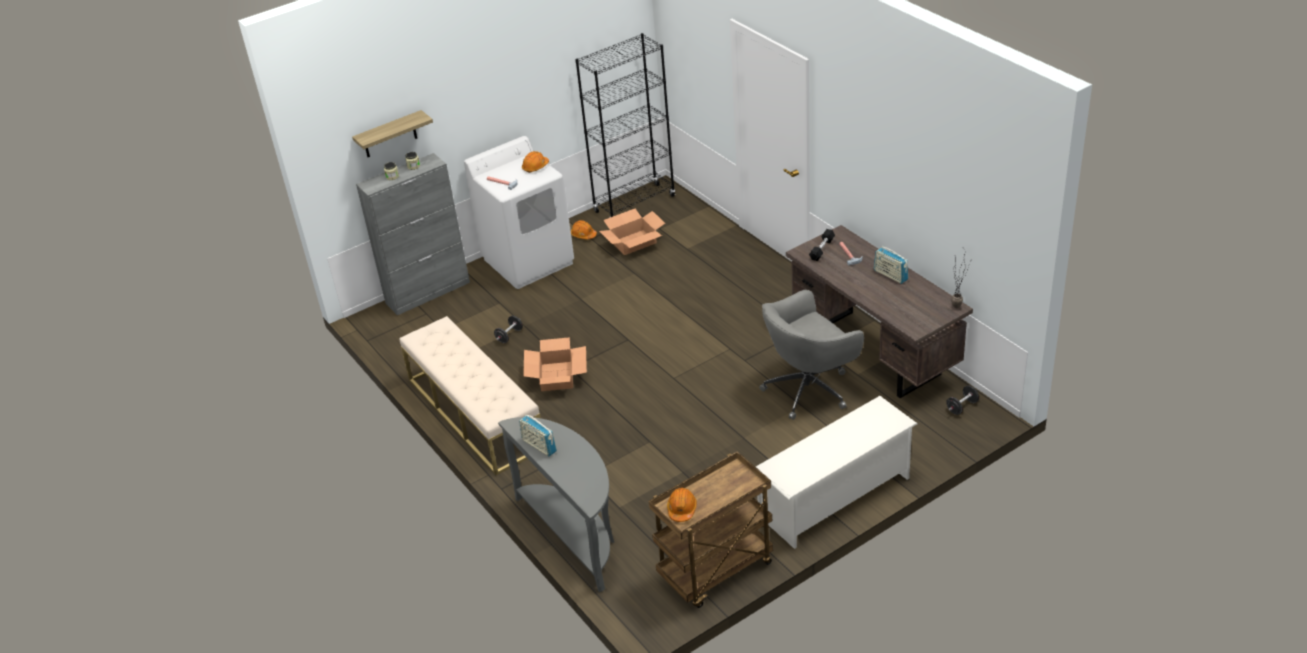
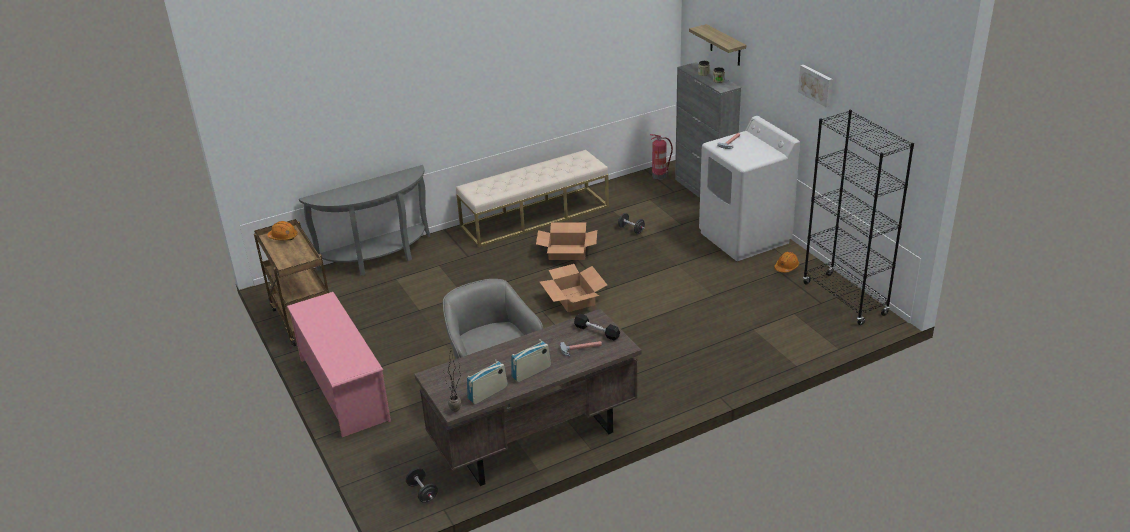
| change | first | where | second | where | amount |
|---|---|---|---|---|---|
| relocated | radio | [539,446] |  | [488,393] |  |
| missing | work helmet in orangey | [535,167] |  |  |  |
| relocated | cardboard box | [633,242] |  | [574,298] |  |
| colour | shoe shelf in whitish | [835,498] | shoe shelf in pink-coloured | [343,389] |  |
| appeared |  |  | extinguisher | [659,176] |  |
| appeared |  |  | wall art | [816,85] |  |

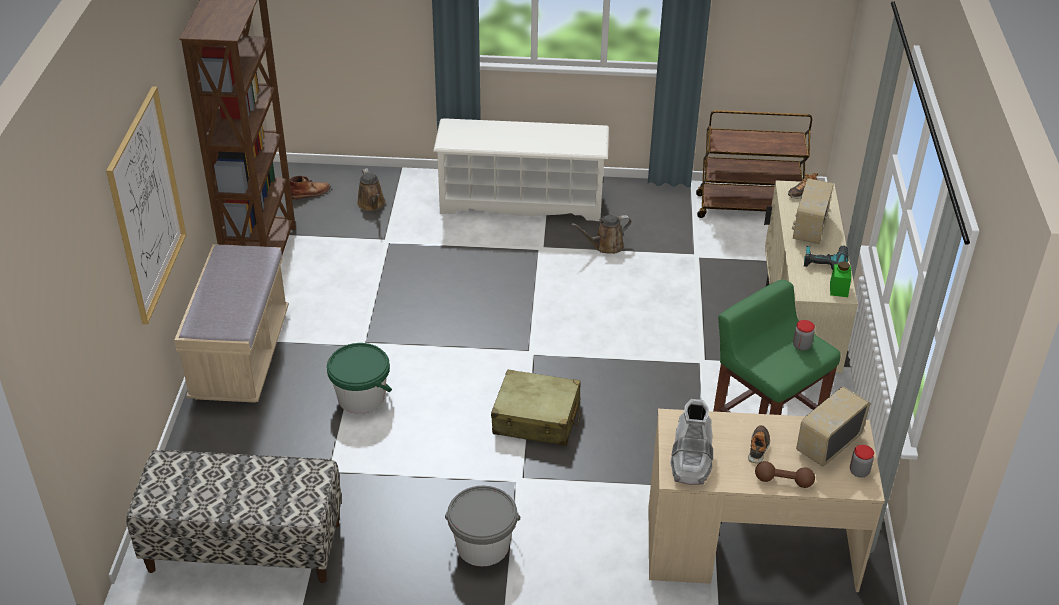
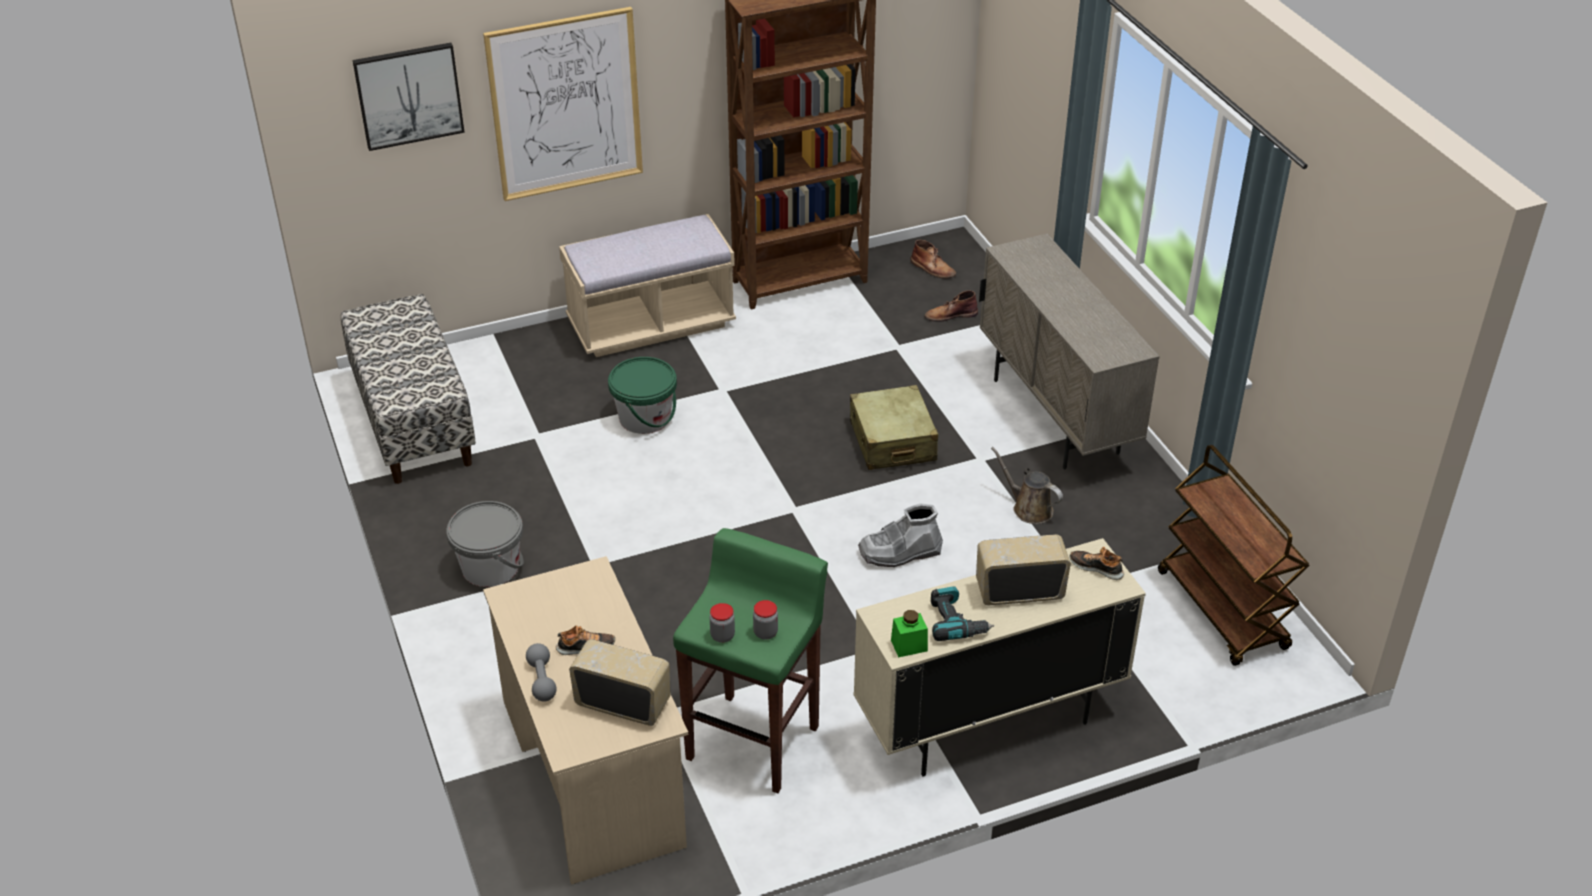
| change | first | where | second | where | amount |
|---|---|---|---|---|---|
| exchanged | watering pot in brown | [372,204] | tall boot in brown | [950,315] |  |
| exchanged | shoe shelf in whitish | [522,201] | cupboard in beige | [1055,417] |  |
| relocated | suitcase in beige | [536,419] |  | [892,441] |  |
| relocated | tall boot in grey | [691,459] |  | [900,552] |  |
| colour | hand weight in brown | [783,481] | hand weight in grey | [542,680] |  |
| relocated | preserve jar | [859,471] |  | [722,636] |  |
| appeared |  |  | wall art | [409,95] |  |

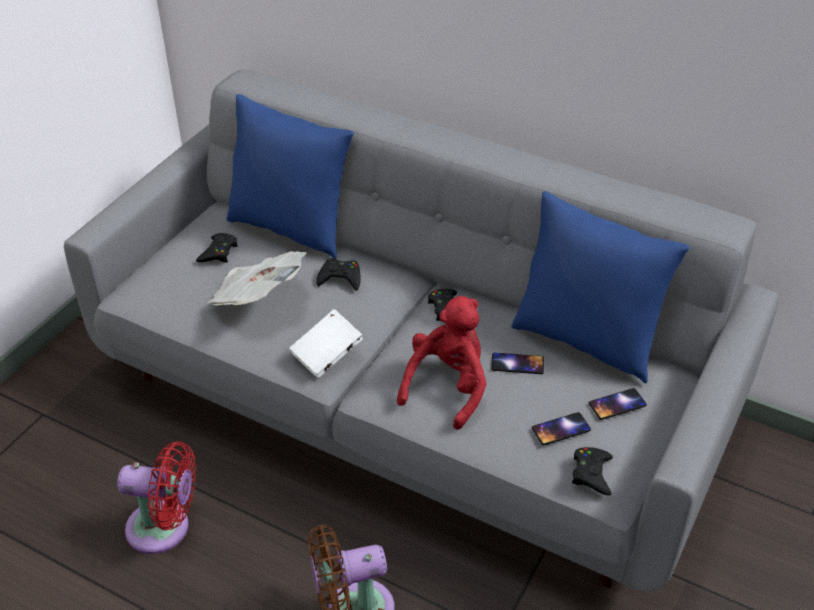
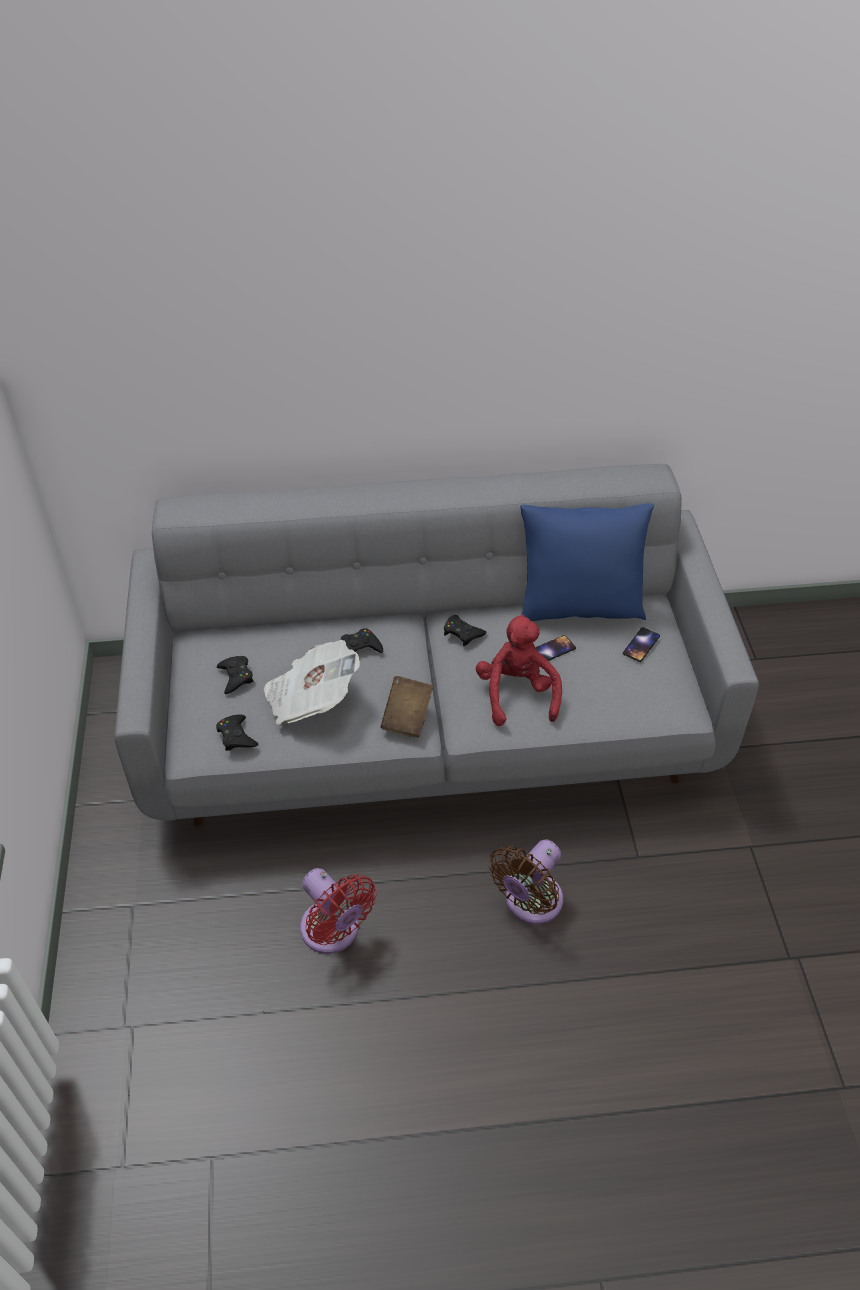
| change | first | where | second | where | amount |
|---|---|---|---|---|---|
| spun | fan in reddish | [164,528] |  | [333,932] | 75 degrees clockwise |
| missing | cushion in bluish | [290,228] |  |  |  |
| colour | book in whitish | [327,355] | book in brown | [407,716] |  |
| missing | phone | [561,429] |  |  |  |
| relocated | game controller in black | [591,473] |  | [236,736] |  |

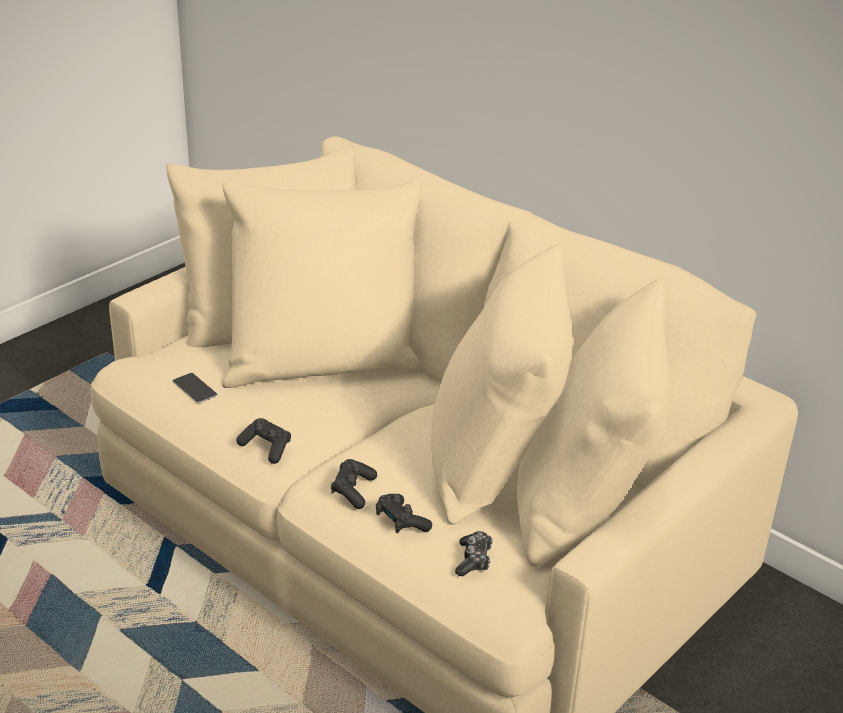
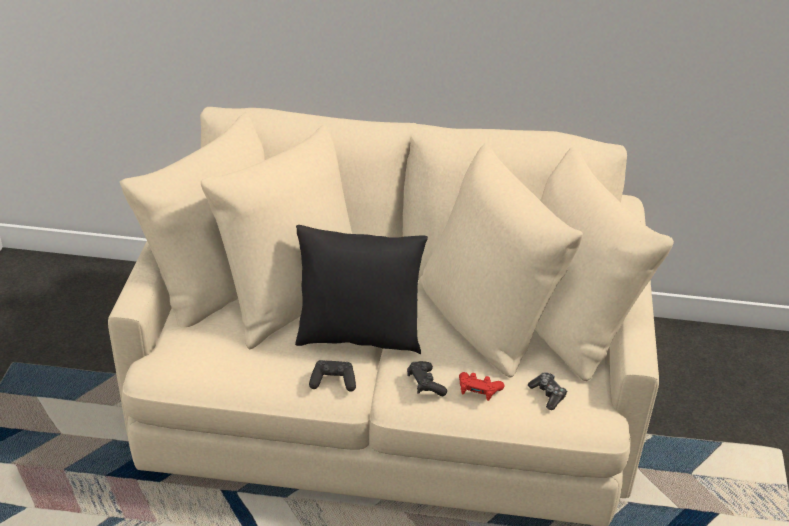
| change | first | where | second | where | amount |
|---|---|---|---|---|---|
| missing | phone | [194,388] |  |  |  |
| colour | game controller in black | [401,522] | game controller in reddish | [478,391] |  |
| appeared |  |  | cushion in black | [358,336] |  |

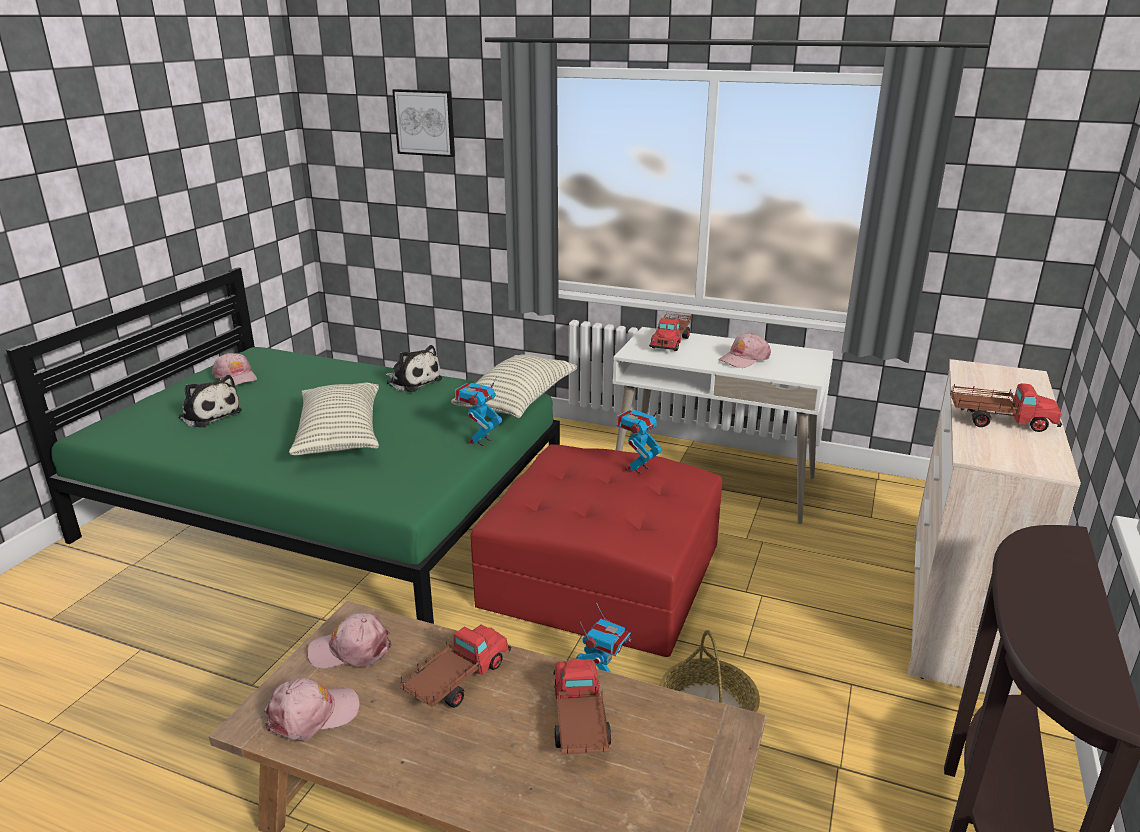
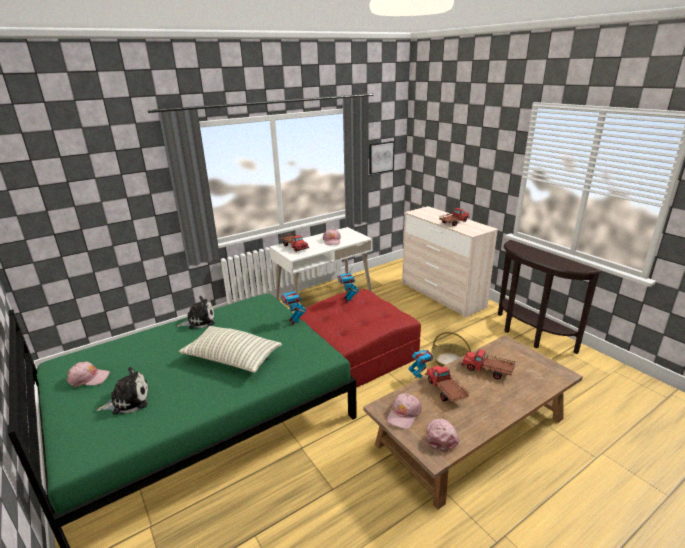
| change | first | where | second | where | amount |
|---|---|---|---|---|---|
| relocated | wall art | [425,122] |  | [380,157] |  |
| missing | cushion | [517,402] |  |  |  |

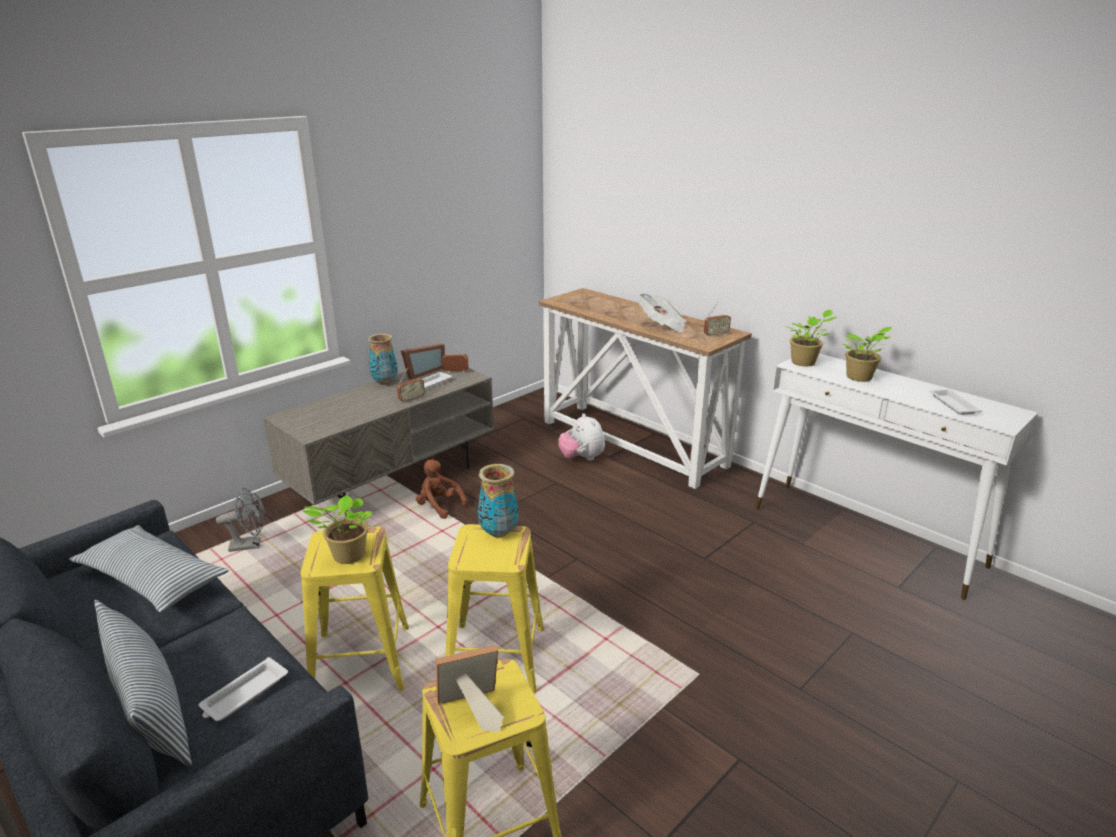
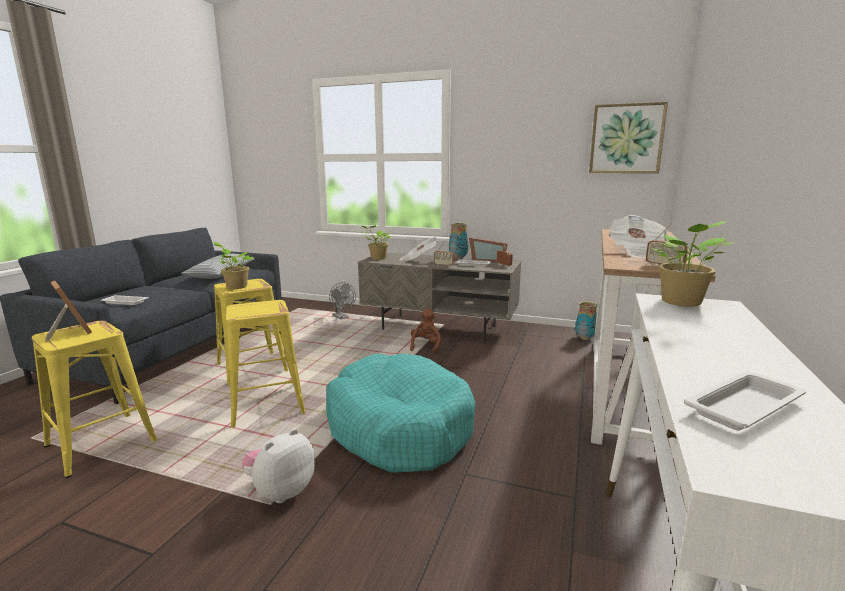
| change | first | where | second | where | amount |
|---|---|---|---|---|---|
| missing | cushion | [151,710] |  |  |  |
| relocated | decorative vase | [498,532] |  | [584,338] |  |
| relocated | cuddly toy | [582,458] |  | [281,491] |  |
| relocated | plant in a pot | [860,378] |  | [377,258] |  |
| appeared |  |  | dog cushion in turquoise-coloured | [399,427] |  |
| appeared |  |  | daily paper | [418,259] |  |
| appeared |  |  | wall art | [626,139] |  |

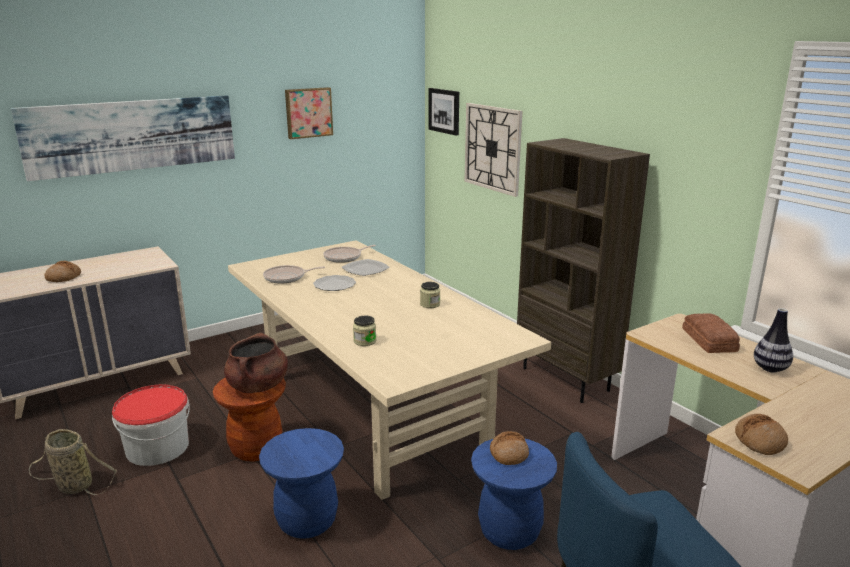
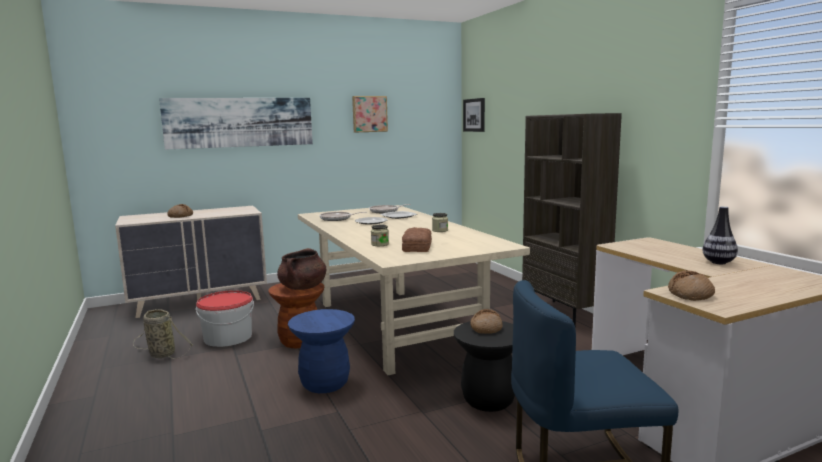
| change | first | where | second | where | amount |
|---|---|---|---|---|---|
| missing | wall clock | [492,148] |  |  |  |
| colour | stool in bluish | [509,531] | stool in black | [488,400] |  |
| relocated | baked bread | [708,340] |  | [416,247] |  |

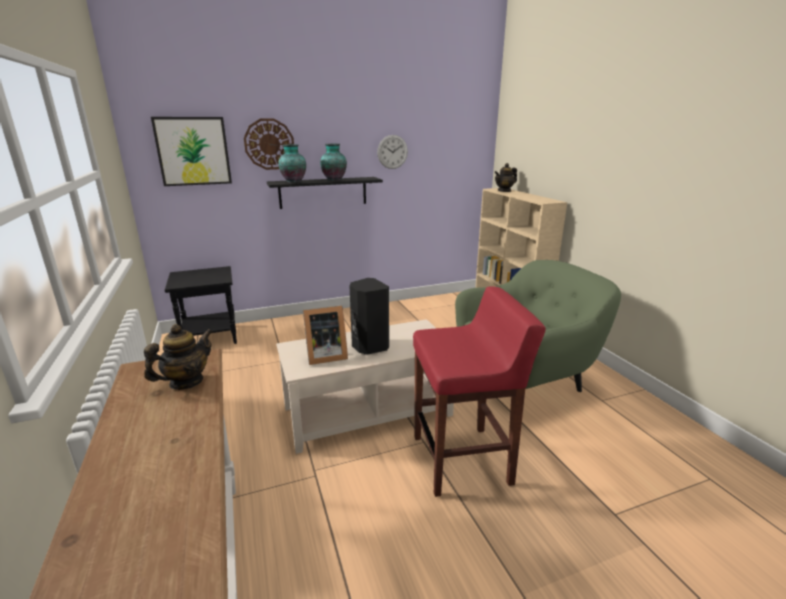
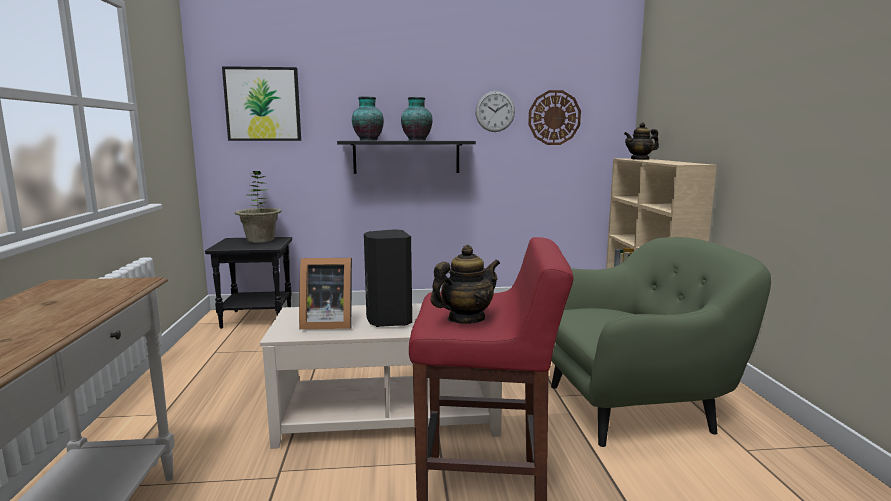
| change | first | where | second | where | amount |
|---|---|---|---|---|---|
| relocated | tea pot | [186,382] |  | [465,319] |  |
| relocated | wall clock | [269,144] |  | [554,117] |  |
| appeared |  |  | plant in a pot | [260,240] |  |

